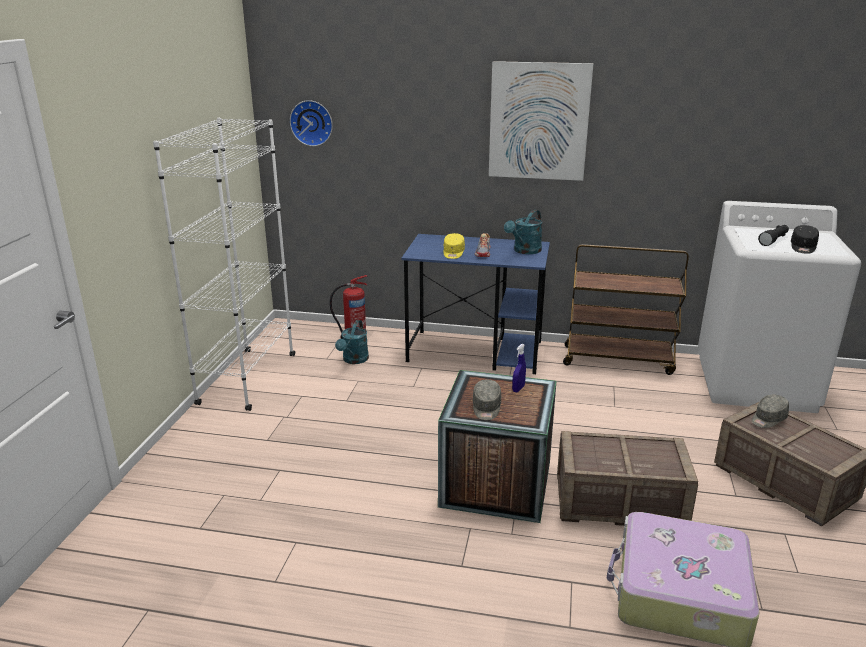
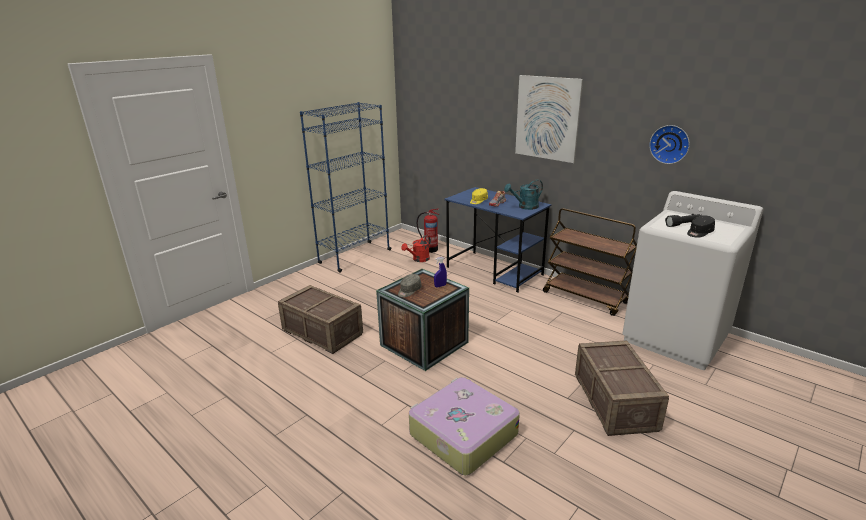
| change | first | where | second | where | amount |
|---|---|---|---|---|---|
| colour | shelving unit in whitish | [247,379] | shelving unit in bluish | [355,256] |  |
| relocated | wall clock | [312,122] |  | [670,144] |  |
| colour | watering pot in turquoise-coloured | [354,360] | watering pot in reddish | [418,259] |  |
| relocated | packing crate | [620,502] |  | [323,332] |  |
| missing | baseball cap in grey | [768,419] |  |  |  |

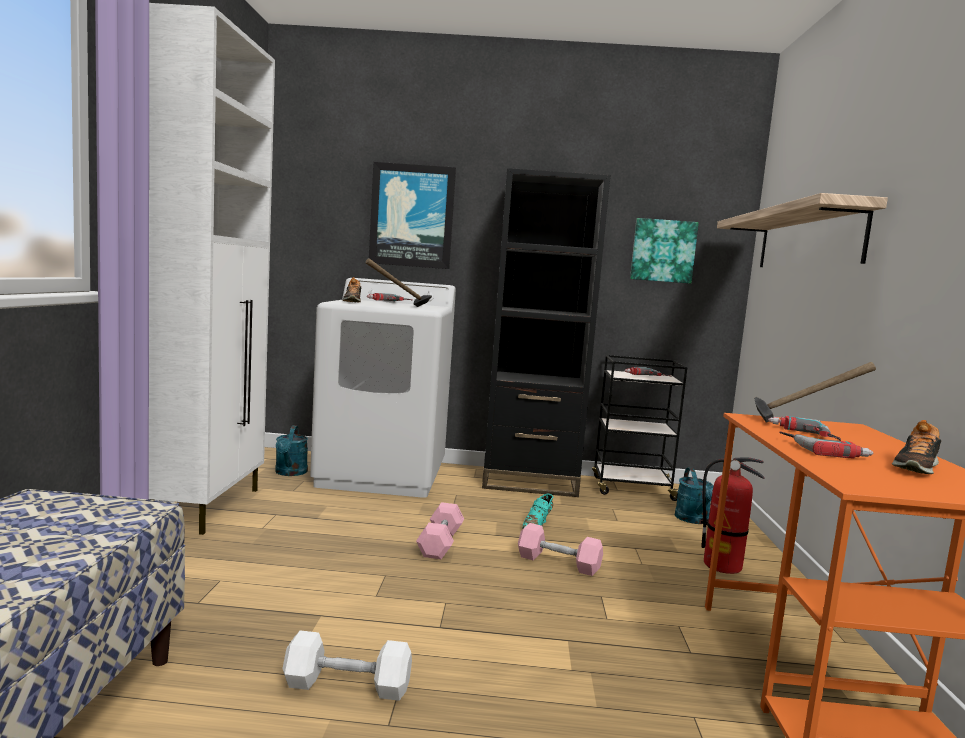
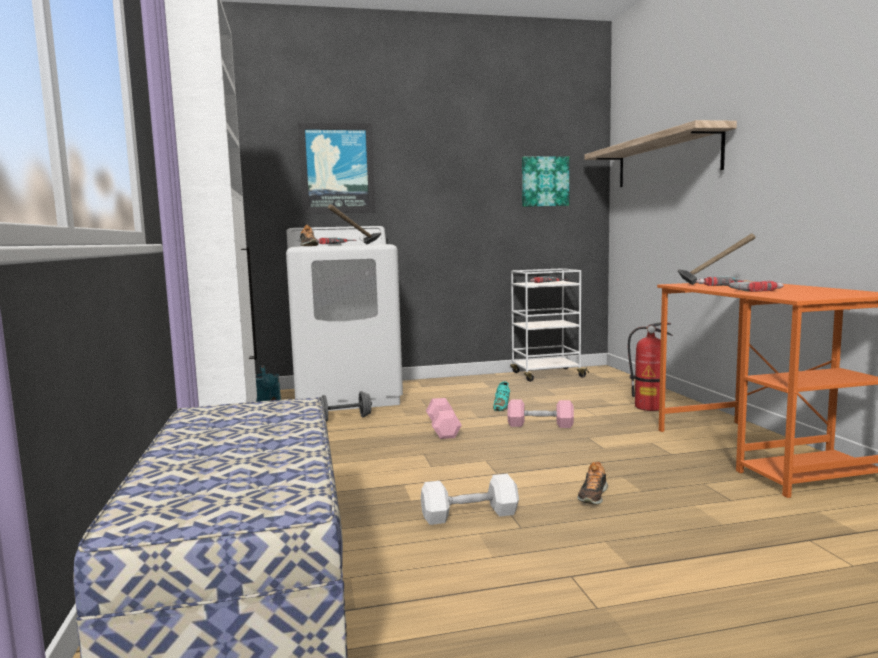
| change | first | where | second | where | amount |
|---|---|---|---|---|---|
| missing | shelving unit in black | [529,482] |  |  |  |
| colour | cart in black | [631,488] | cart in whitish | [546,375] |  |
| missing | watering pot in turquoise-coloured | [694,520] |  |  |  |
| relocated | item of footwear | [915,467] |  | [593,496] |  |
| appeared |  |  | hand weight in grey | [344,419] |  |

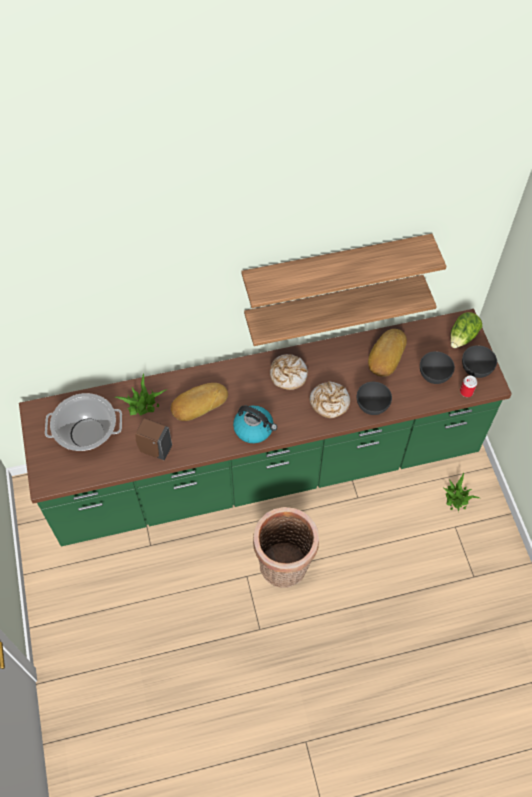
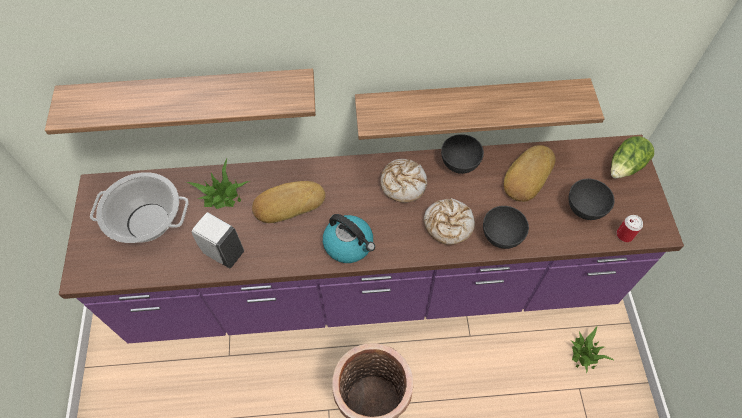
| change | first | where | second | where | amount |
|---|---|---|---|---|---|
| colour | counter in green | [266,468] | counter in purplish | [372,287] |  |
| colour | liquid soap bottle in brown | [154,449] | liquid soap bottle in whitish | [223,252] |  |
| relocated | wall shelf | [336,266] |  | [193,97] |  |
| relocated | bowl in grey | [475,369] |  | [459,163] |  |

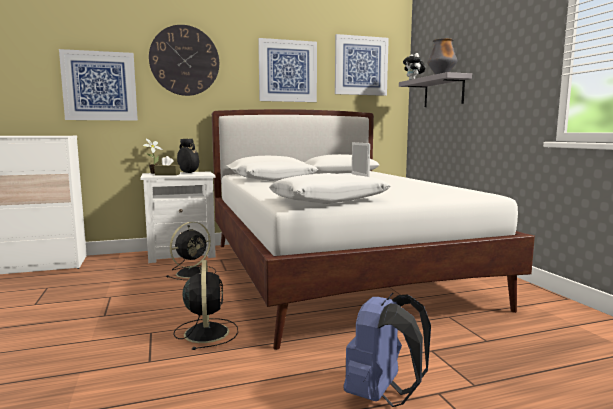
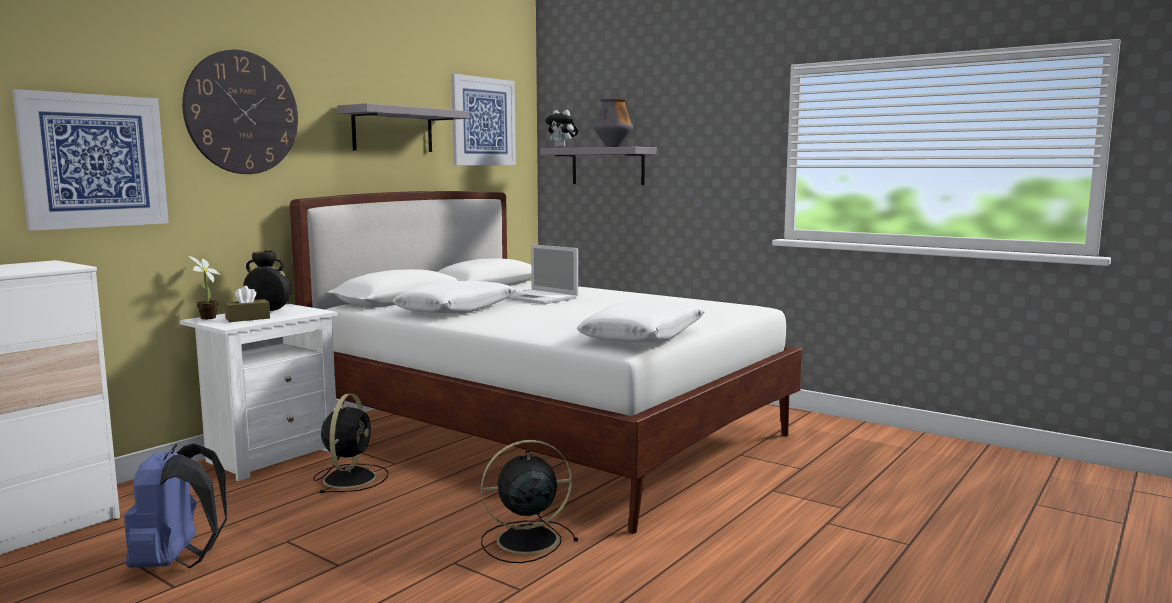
| change | first | where | second | where | amount |
|---|---|---|---|---|---|
| spun | fan in black | [206,332] |  | [524,540] | 60 degrees counterclockwise |
| exchanged | wall art | [287,71] | wall shelf in grey | [393,130] |  |
| relocated | rucksack in bluish | [382,395] |  | [177,562] |  |

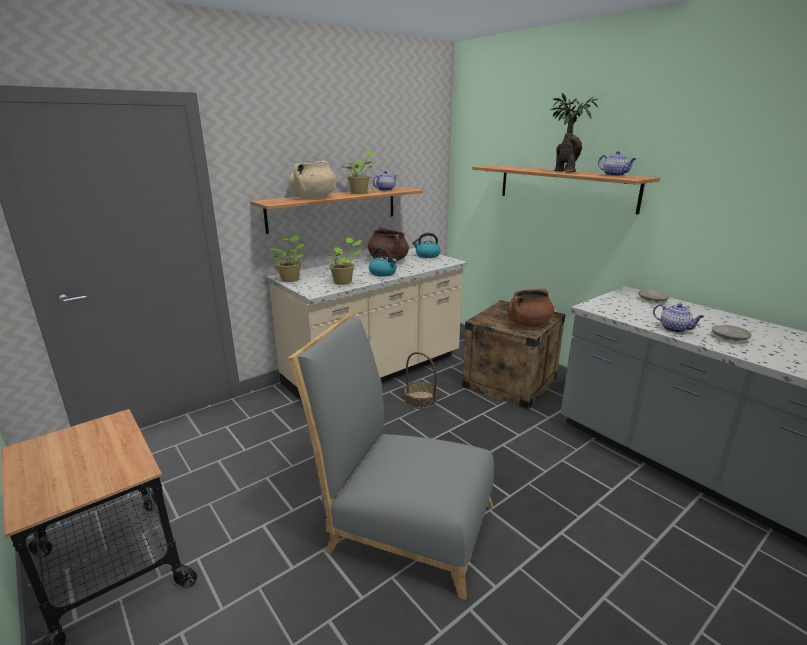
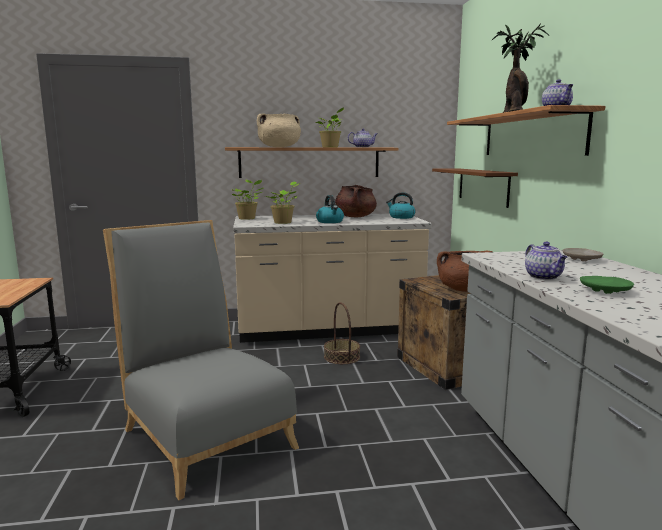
| change | first | where | second | where | amount |
|---|---|---|---|---|---|
| colour | flat dish in beige | [729,337] | flat dish in green | [605,290] |  |
| appeared |  |  | wall shelf in brown | [483,186] |  |

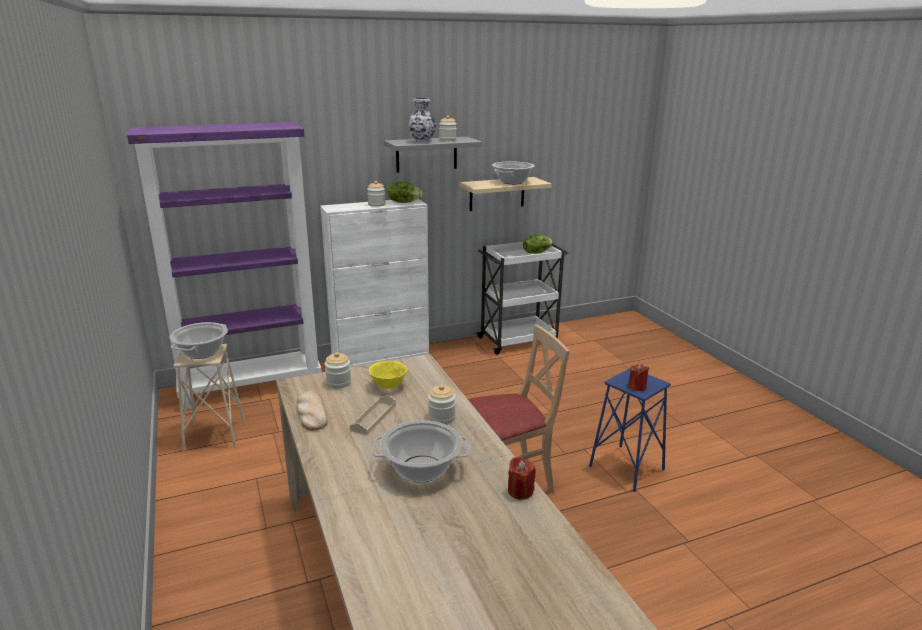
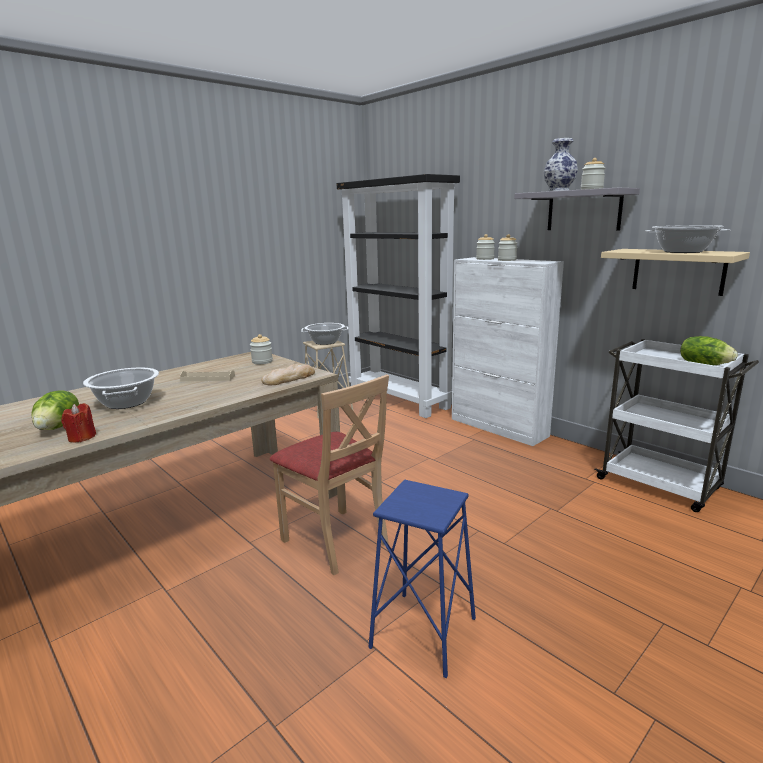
| change | first | where | second | where | amount |
|---|---|---|---|---|---|
| colour | shelving unit in purplish | [252,386] | shelving unit in black | [400,400] |  |
| relocated | baked bread | [311,413] |  | [289,378] |  |
| missing | bowl in yellow | [388,386] |  |  |  |
| relocated | head of lettuce | [404,202] |  | [59,426] |  |
| relocated | preserve jar | [441,417] |  | [485,259] |  |
| missing | wax light in reddish | [637,387] |  |  |  |

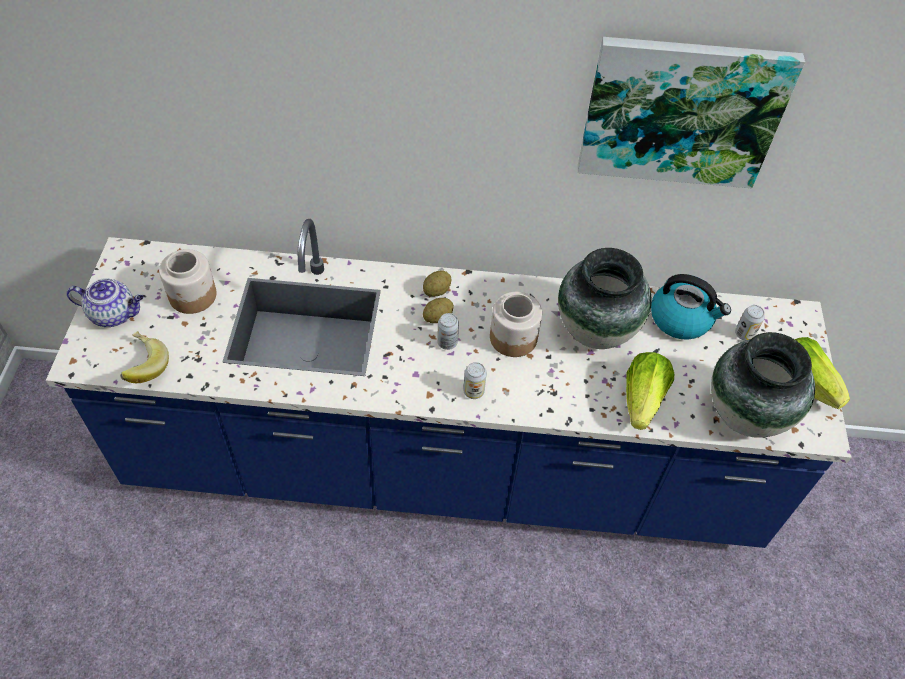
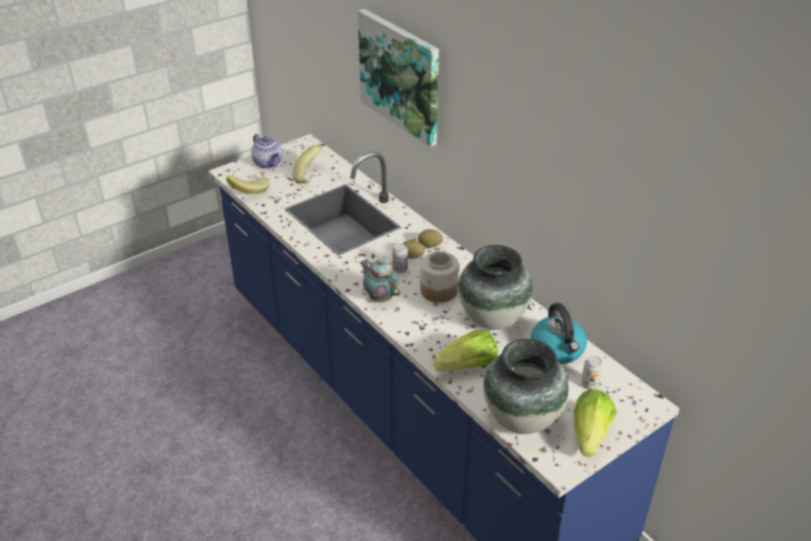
| change | first | where | second | where | amount |
|---|---|---|---|---|---|
| exchanged | preserve jar | [193,296] | whole banana | [310,176] |  |
| exchanged | sealed can | [473,391] | tea pot | [380,297] |  |
| relocated | wall art | [681,112] |  | [401,75] |  |

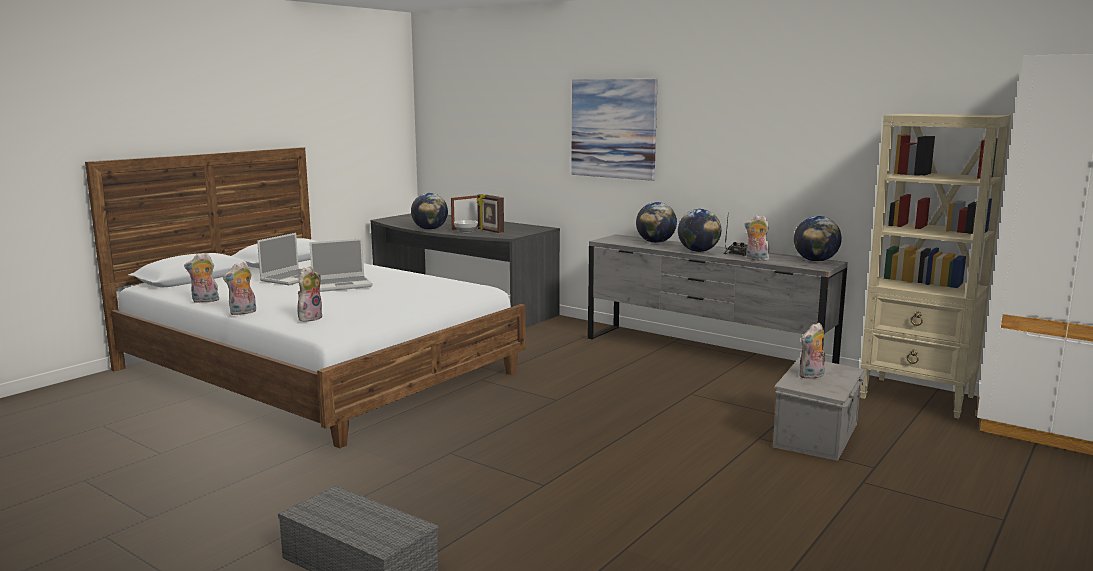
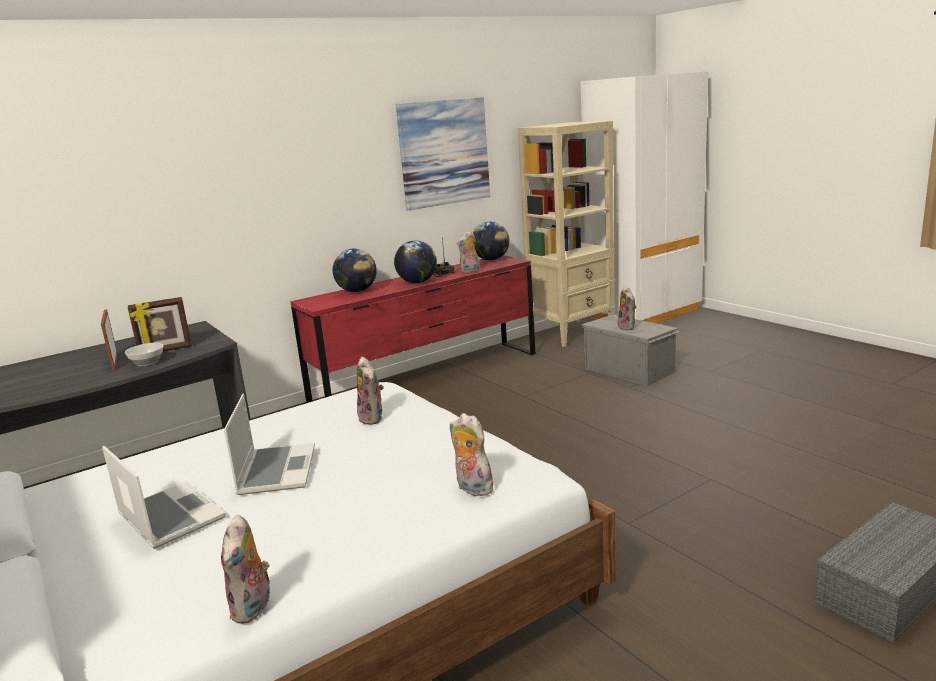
| change | first | where | second | where | amount |
|---|---|---|---|---|---|
| relocated | cuddly toy | [243,313] |  | [373,418] |  |
| missing | desk globe | [430,229] |  |  |  |
| relocated | wall art | [613,128] |  | [444,152] |  |
| colour | dresser in grey | [705,354] | dresser in reddish | [427,377] |  |

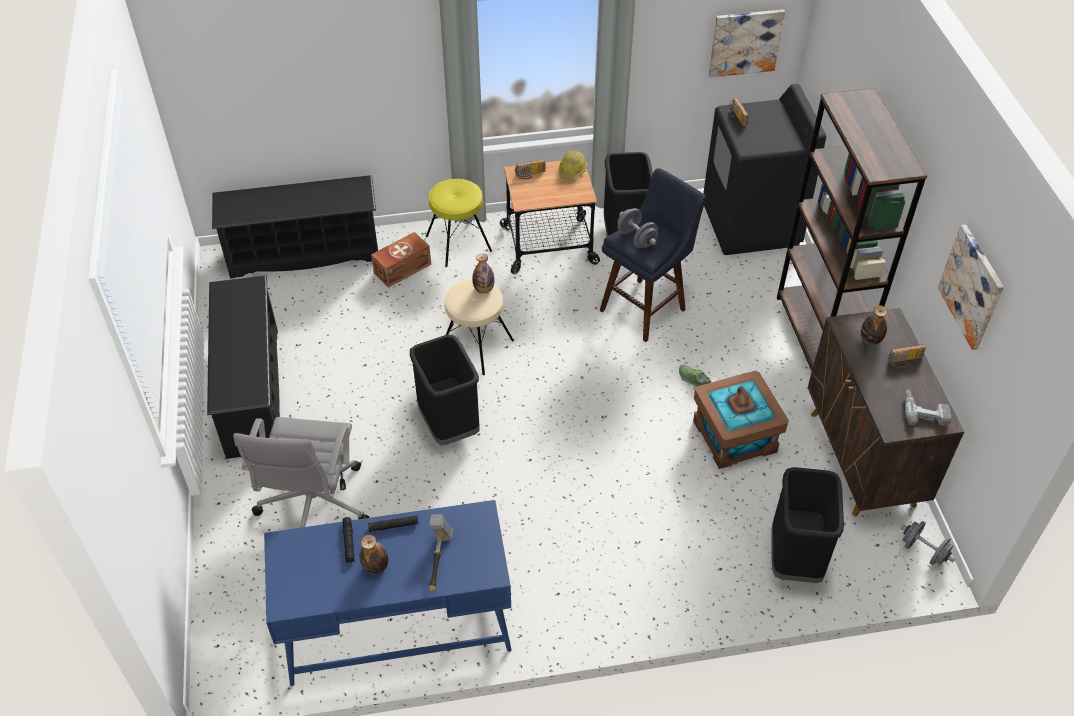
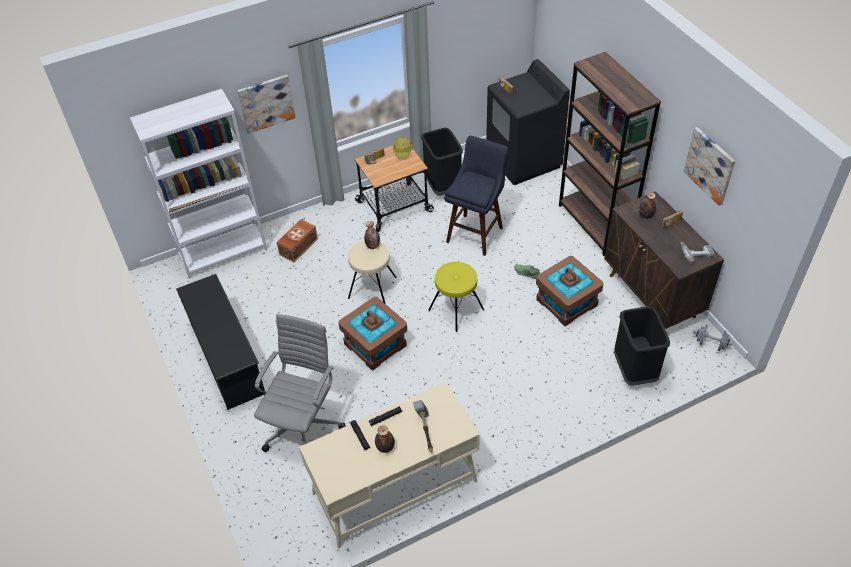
| change | first | where | second | where | amount |
|---|---|---|---|---|---|
| exchanged | shoe shelf in black | [304,253] | shelving unit in whitish | [223,253] |  |
| spun | desk chair in grey | [313,507] |  | [303,425] | 150 degrees counterclockwise |
| colour | desk in bluish | [397,625] | desk in beige | [394,487] |  |
| exchanged | rubbish bin in black | [448,425] | storage box in brown | [374,345] |  |
| relocated | stool in yellow | [459,243] |  | [456,310] |  |
| missing | hand weight in grey | [636,238] |  |  |  |
| relocated | wall art | [745,42] |  | [266,103] |  |

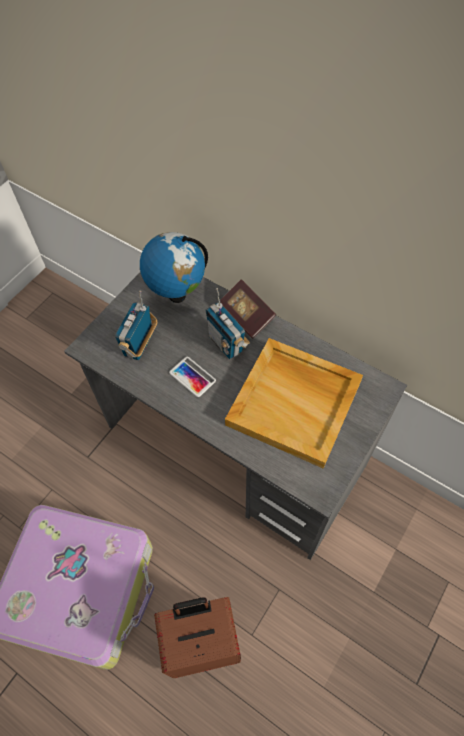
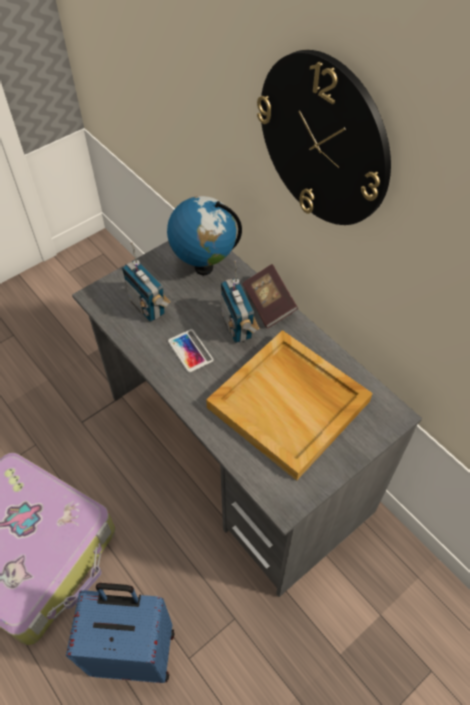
| change | first | where | second | where | amount |
|---|---|---|---|---|---|
| spun | radio | [139,345] |  | [148,307] | 75 degrees counterclockwise |
| colour | suitcase in brown | [204,643] | suitcase in bluish | [135,650] |  |
| appeared |  |  | wall clock | [323,141] |  |

